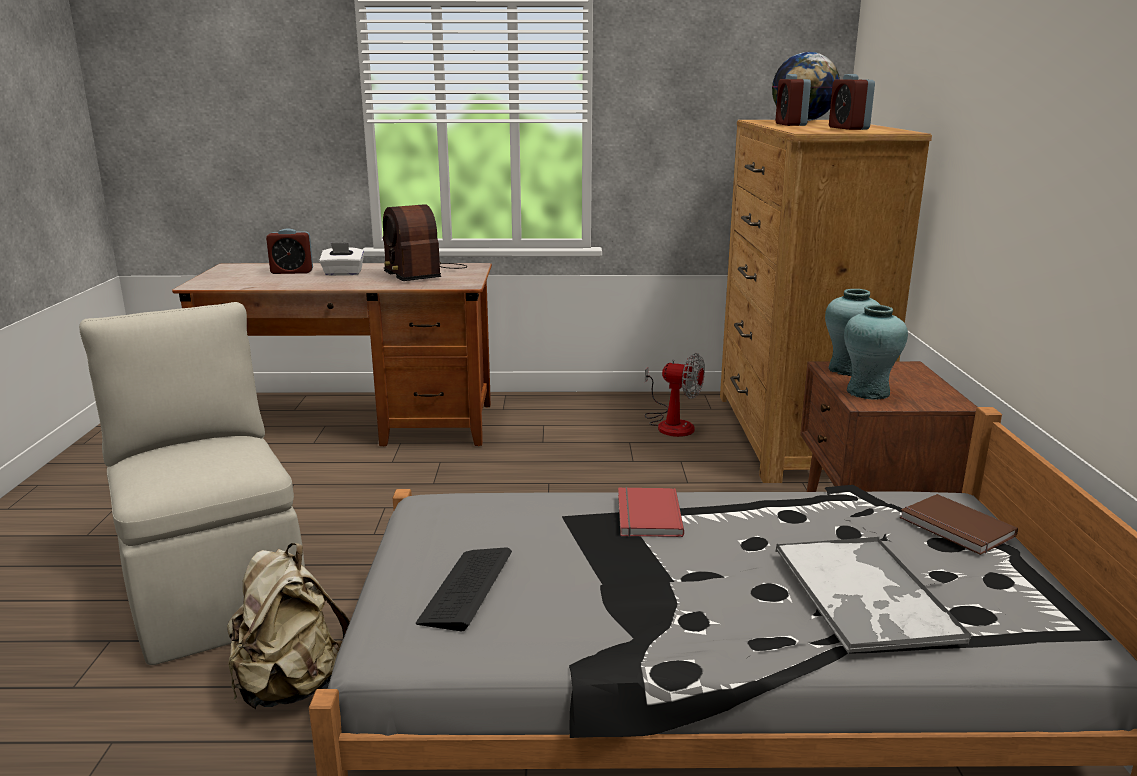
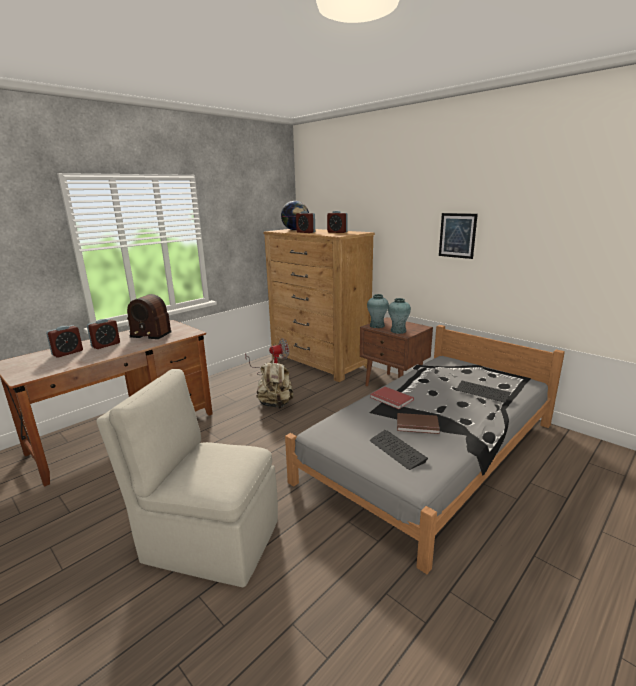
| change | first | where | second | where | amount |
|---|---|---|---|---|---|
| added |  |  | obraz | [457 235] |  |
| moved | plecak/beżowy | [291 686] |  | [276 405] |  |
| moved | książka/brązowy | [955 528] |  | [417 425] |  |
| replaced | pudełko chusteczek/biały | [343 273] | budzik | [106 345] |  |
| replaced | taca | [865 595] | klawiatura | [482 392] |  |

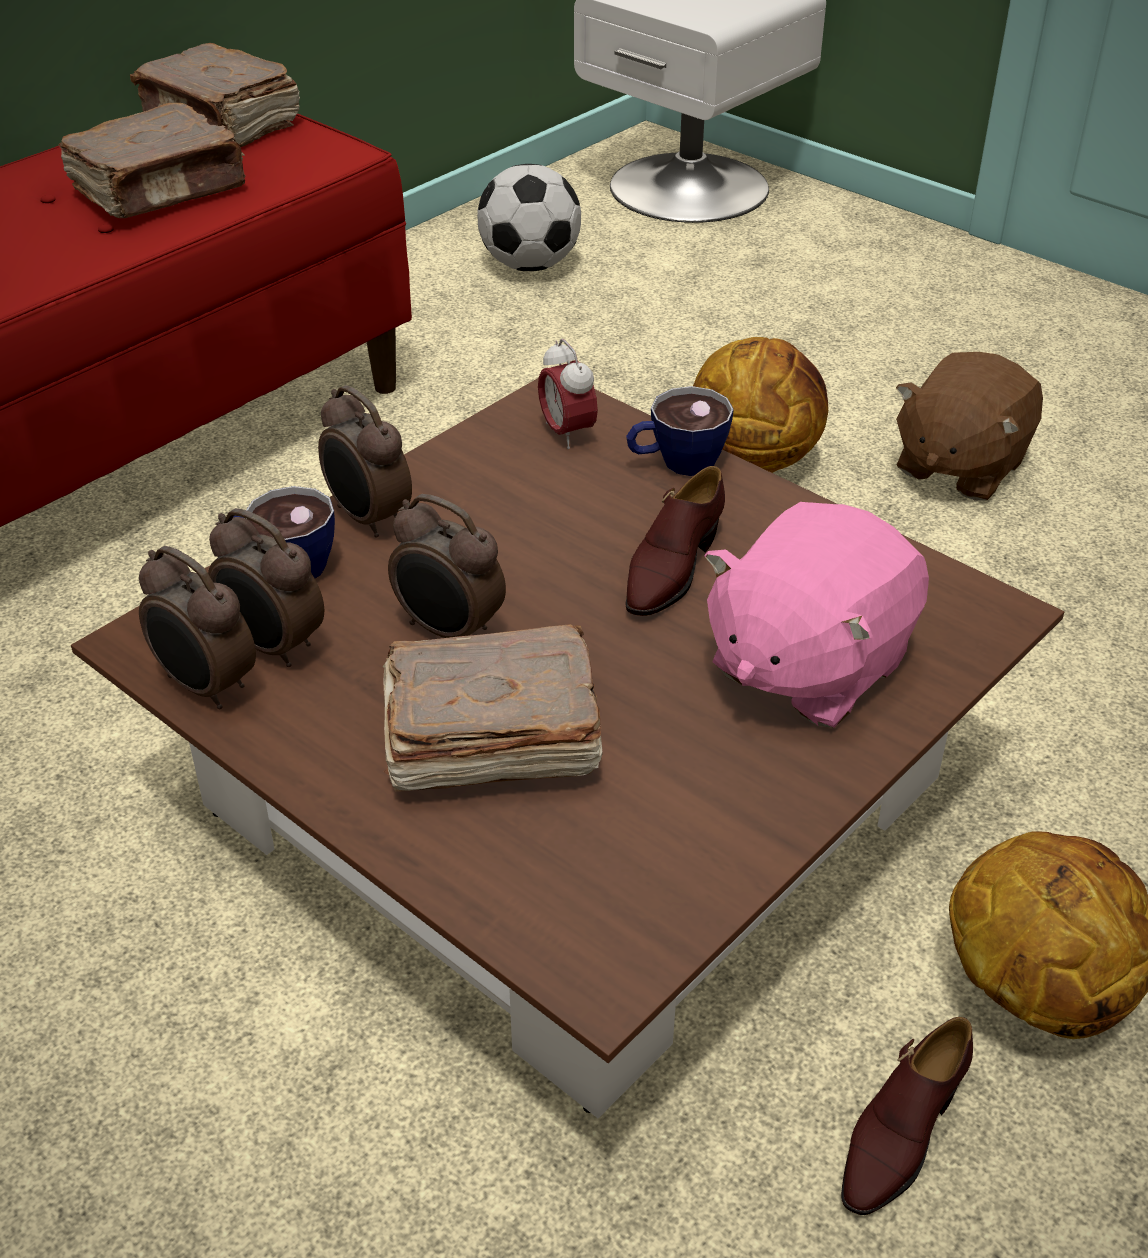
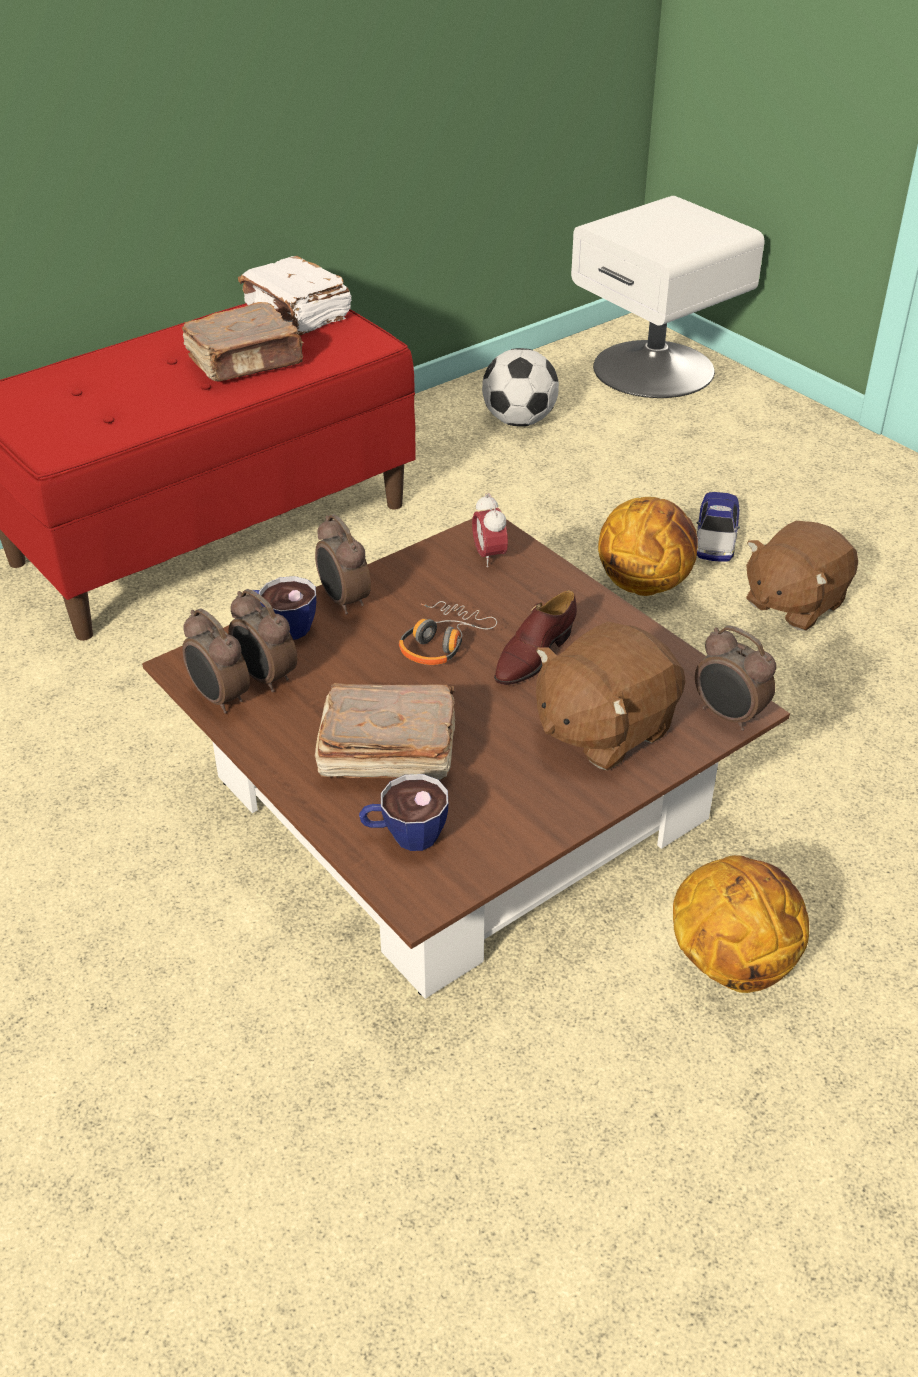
| change | first | where | second | where | amount |
|---|---|---|---|---|---|
| removed | but/brązowy | [899 1134] |  |  |  |
| added |  |  | słuchawki | [441 642] |  |
| added |  |  | samochodzik | [716 536] |  |
| moved | budzik | [448 631] |  | [728 716] |  |
| moved | filiżanka | [676 463] |  | [404 835] |  |
| recoloured | książka/brązowy | [222 123] | książka/biały | [297 313] |  |
| recoloured | pluszak/różowy | [806 665] | pluszak/brązowy | [603 729] |  |

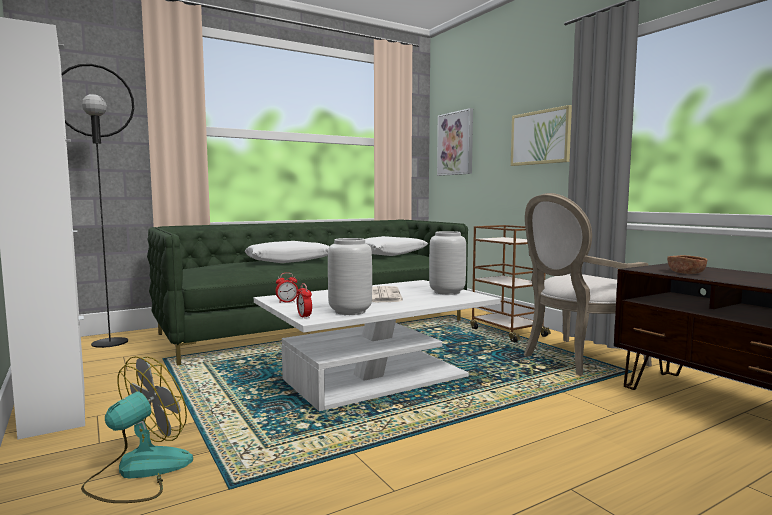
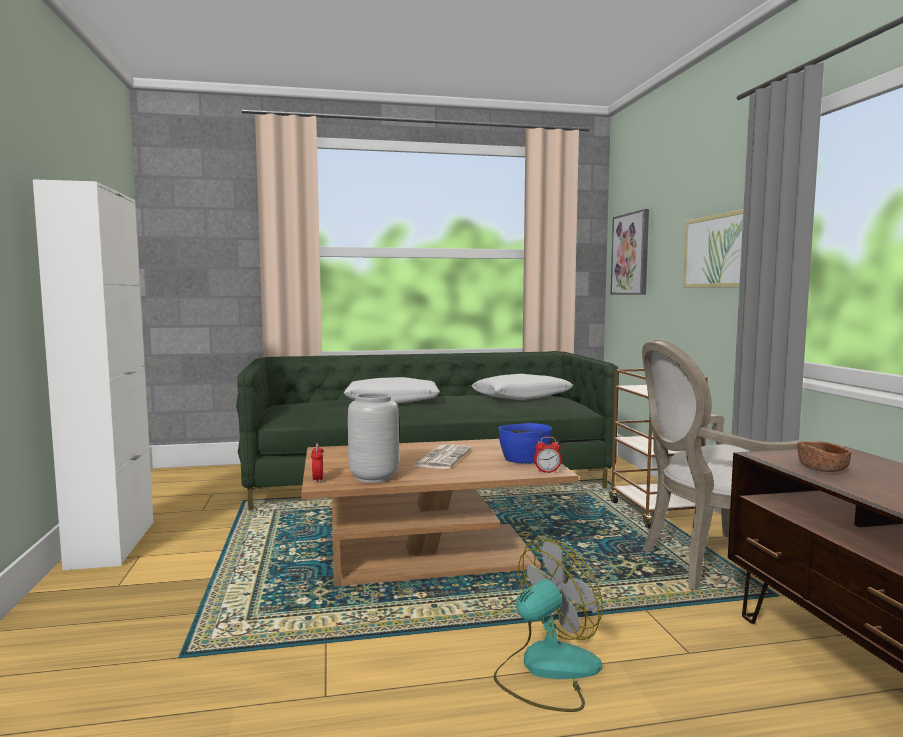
| change | first | where | second | where | amount |
|---|---|---|---|---|---|
| removed | lampa stojąca/czarny | [110 342] |  |  |  |
| moved | wentylator | [139 472] |  | [546 670] |  |
| moved | budzik | [287 302] |  | [547 472] |  |
| replaced | wazon/szary | [446 292] | miska/niebieski | [524 459] |  |
| recoloured | ława/biały | [376 378] | ława/brązowy | [431 555] |  |

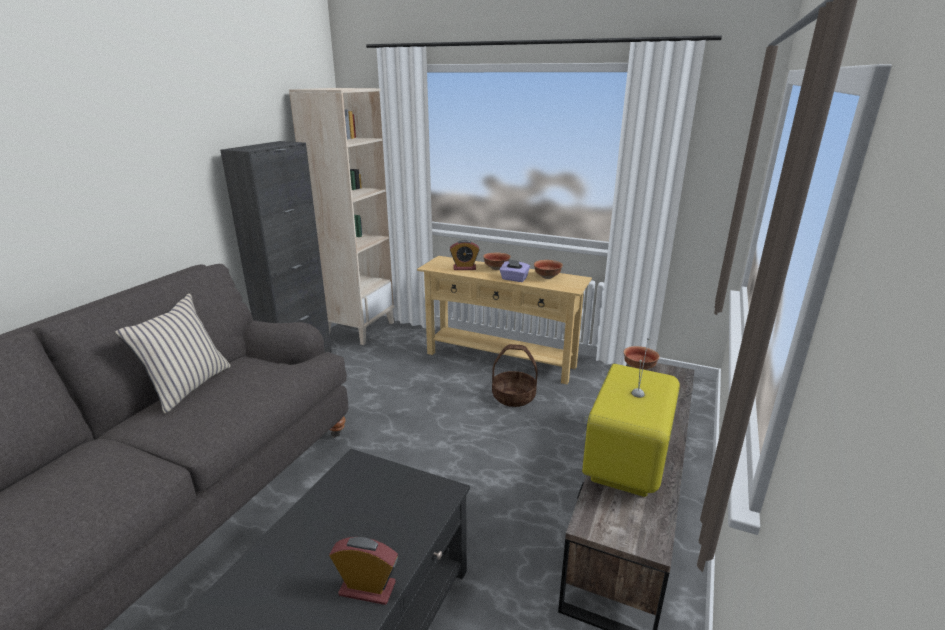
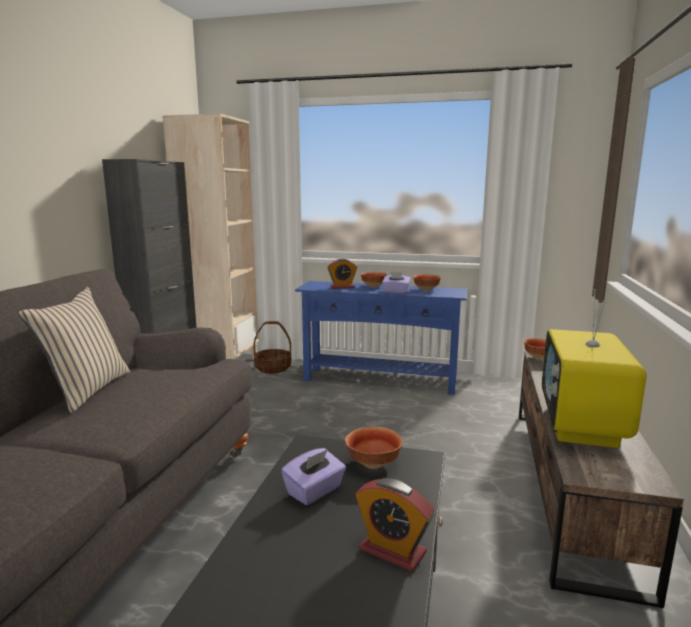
| change | first | where | second | where | amount |
|---|---|---|---|---|---|
| added |  |  | pudełko chusteczek/fioletowy | [314 491] |  |
| added |  |  | miska | [372 464] |  |
| moved | koszyk | [514 396] |  | [273 368] |  |
| recoloured | stolik konsolowy/beżowy | [500 359] | stolik konsolowy/niebieski | [380 380] |  |
| turned | budzik | [367 589] |  | [392 551] | 150 degrees counterclockwise |

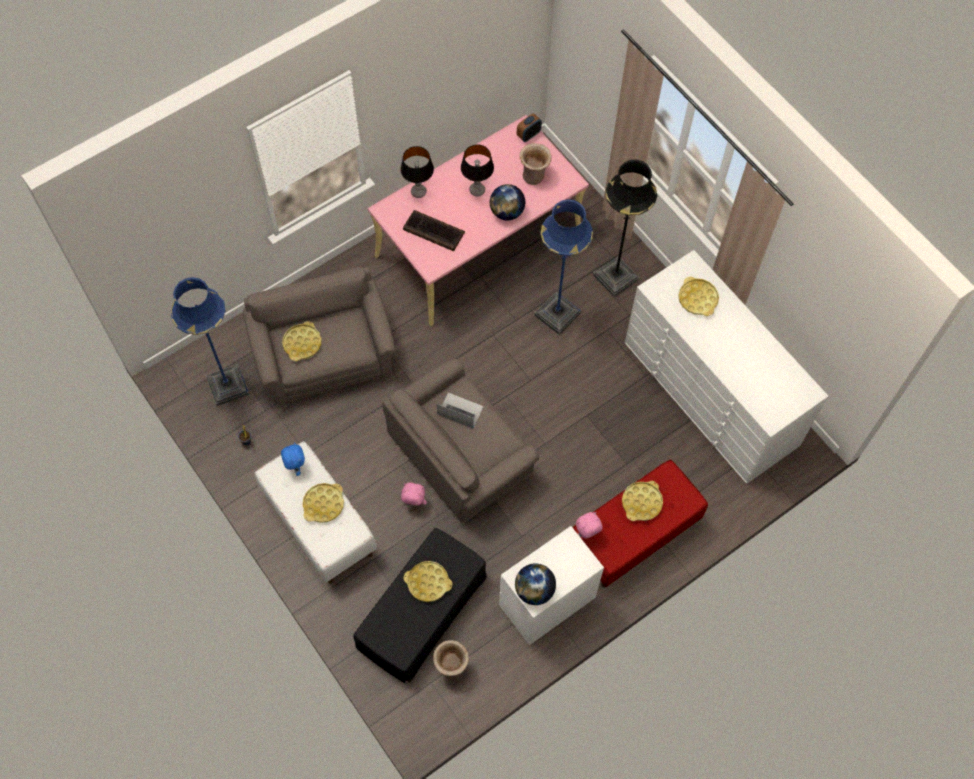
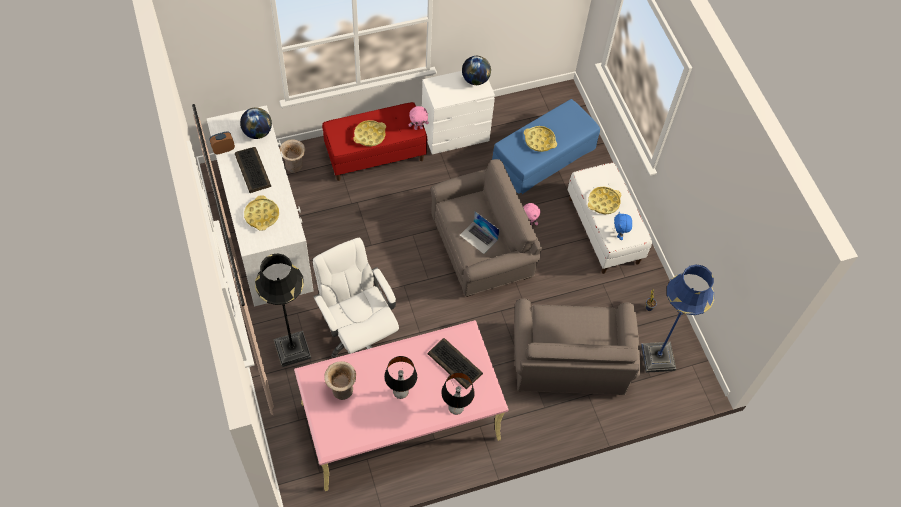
| change | first | where | second | where | amount |
|---|---|---|---|---|---|
| removed | taca/żółty | [302 343] |  |  |  |
| added |  |  | klawiatura | [252 170] |  |
| moved | wazon/beżowy | [451 667] |  | [294 165] |  |
| moved | globus | [507 212] |  | [257 132] |  |
| moved | budzik | [528 135] |  | [223 149] |  |
| replaced | lampa stojąca/niebieski | [557 314] | krzesło biurowe/biały | [358 332] |  |
| recoloured | pufa/czarny | [422 610] | pufa/niebieski | [543 155] |  |

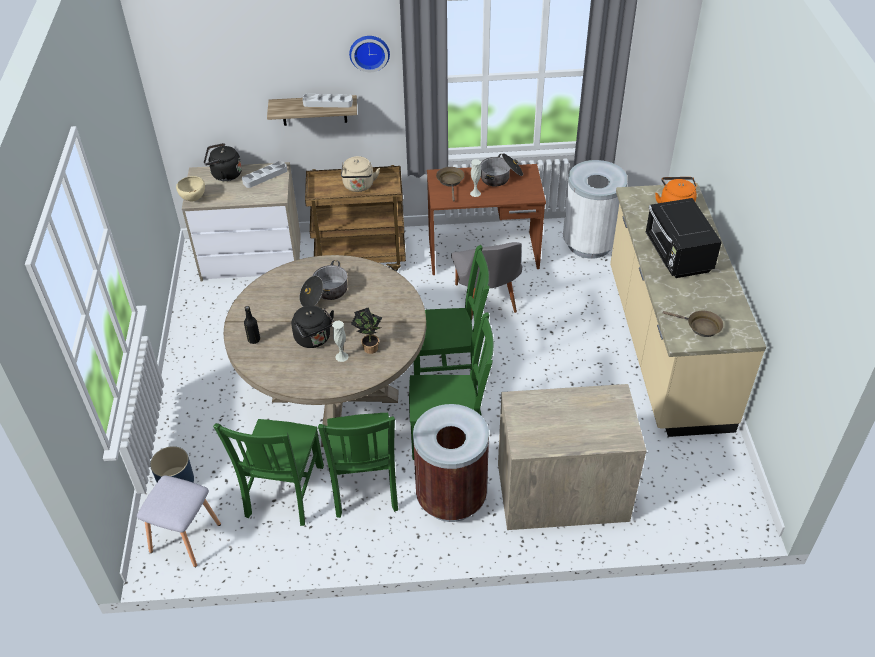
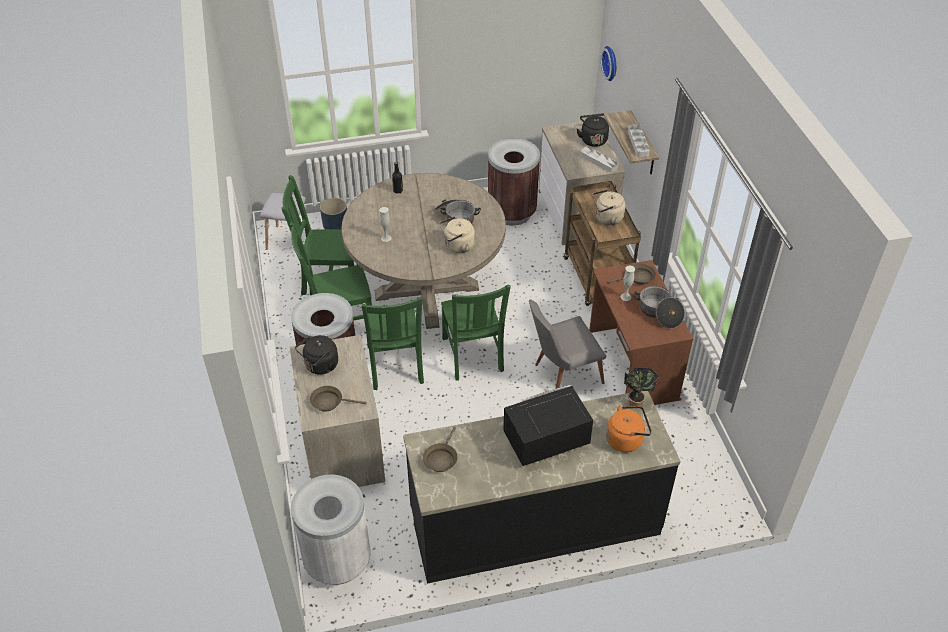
| change | first | where | second | where | amount |
|---|---|---|---|---|---|
| removed | miska/beżowy | [193 199] |  |  |  |
| added |  |  | patelnia/brązowy | [330 402] |  |
| added |  |  | czajnik/beżowy | [457 246] |  |
| added |  |  | kosz na śmieci/brązowy | [512 213] |  |
| moved | czajnik/czarny | [314 339] |  | [320 366] |  |
| moved | zegar ścienny | [369 52] |  | [611 63] |  |
| moved | roślina doniczkowa | [369 347] |  | [636 401] |  |
| moved | kosz na śmieci/biały | [589 244] |  | [337 560] |  |
| recoloured | zabudowa kuchenna/beżowy | [665 347] | zabudowa kuchenna/czarny | [534 522] |  |

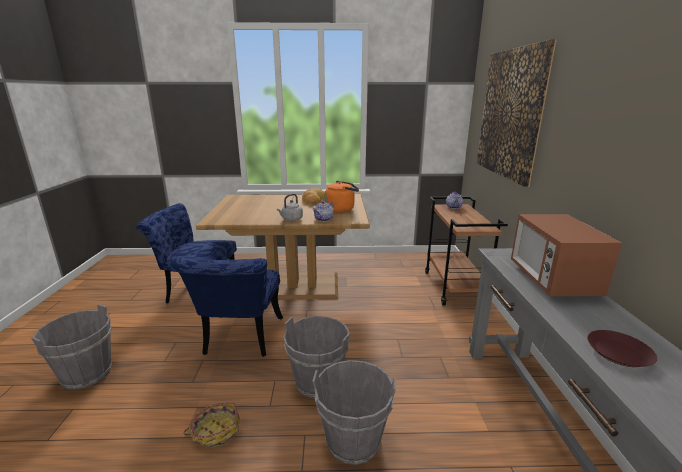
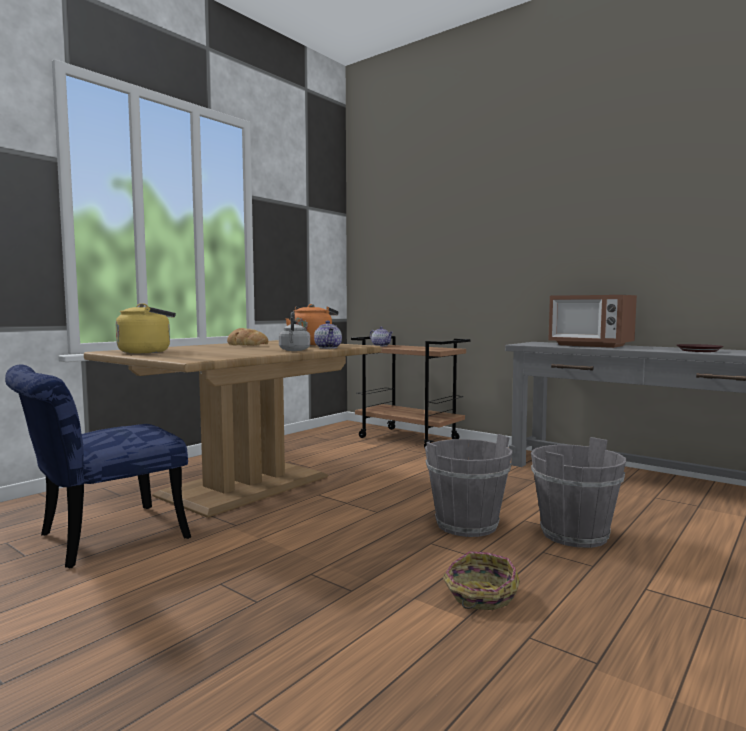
| change | first | where | second | where | amount |
|---|---|---|---|---|---|
| removed | wiadro/szary | [87 374] |  |  |  |
| removed | krzesło/niebieski | [240 340] |  |  |  |
| removed | obraz | [510 114] |  |  |  |
| added |  |  | czajnik/żółty | [148 352] |  |

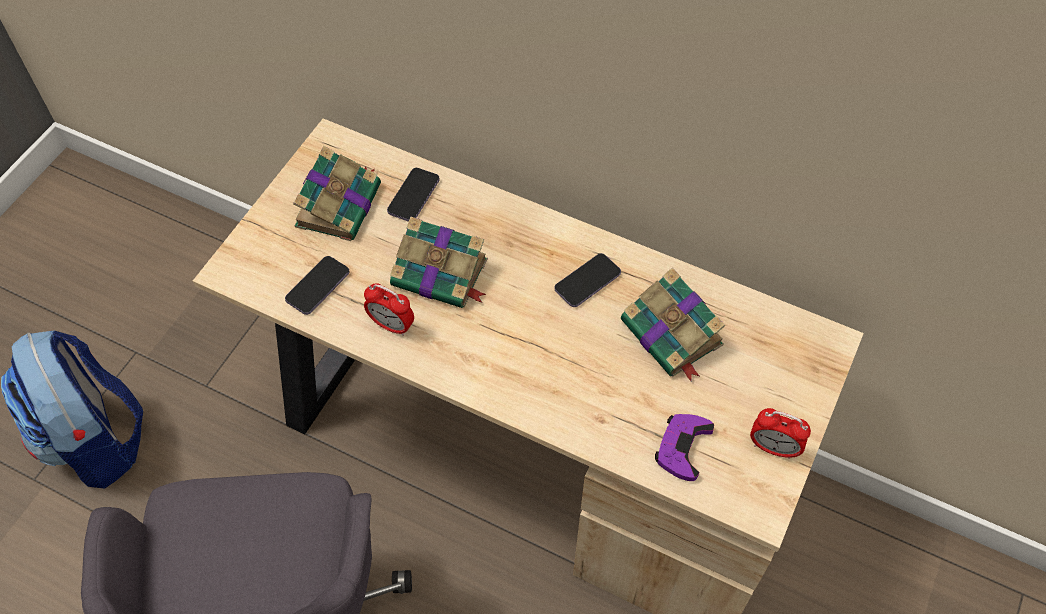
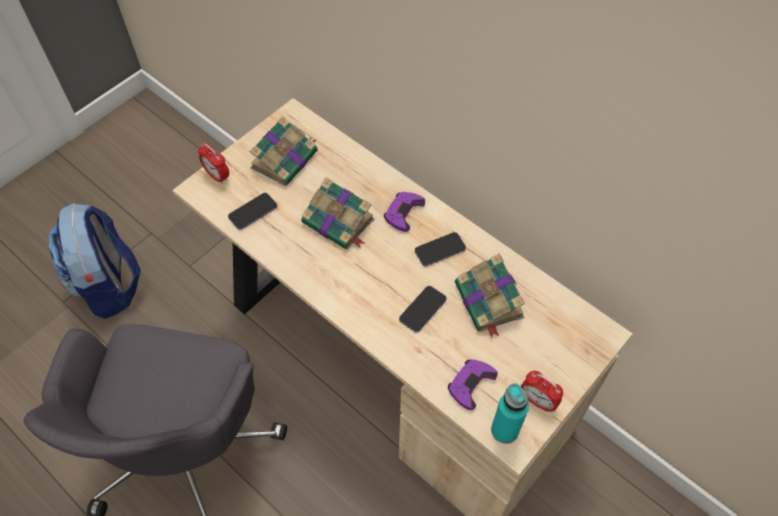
| change | first | where | second | where | amount |
|---|---|---|---|---|---|
| added |  |  | pad do gier/fioletowy | [403 212] |  |
| added |  |  | butelka/turkusowy | [504 430] |  |
| moved | budzik | [392 325] |  | [217 176] |  |
| moved | telefon | [413 196] |  | [422 310] |  |

